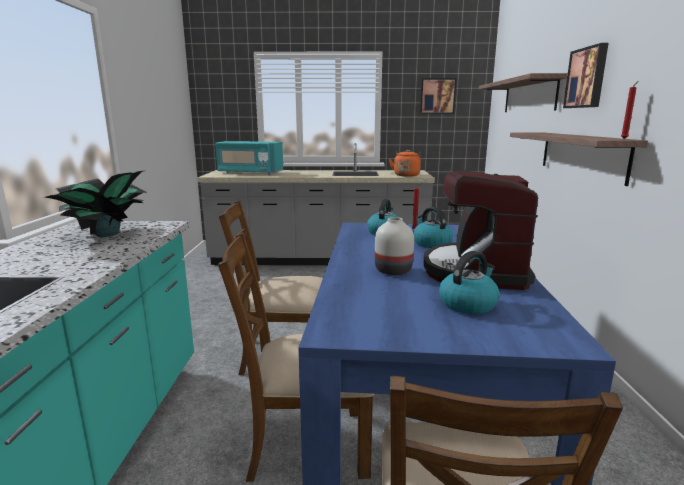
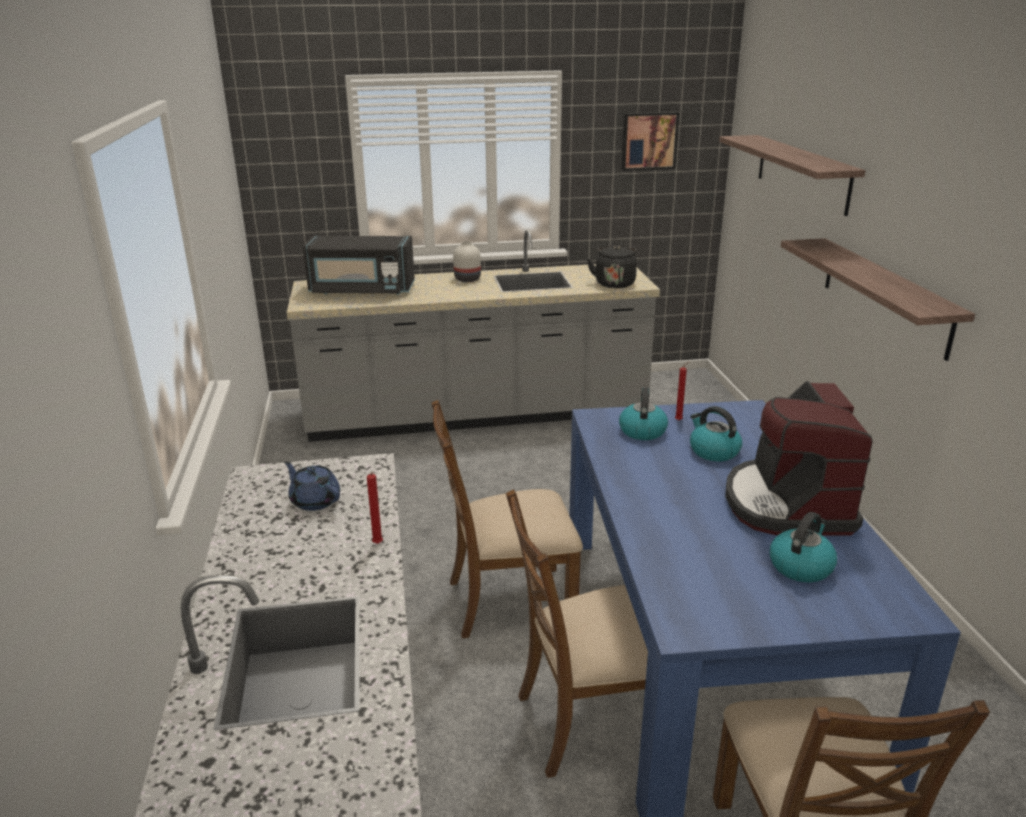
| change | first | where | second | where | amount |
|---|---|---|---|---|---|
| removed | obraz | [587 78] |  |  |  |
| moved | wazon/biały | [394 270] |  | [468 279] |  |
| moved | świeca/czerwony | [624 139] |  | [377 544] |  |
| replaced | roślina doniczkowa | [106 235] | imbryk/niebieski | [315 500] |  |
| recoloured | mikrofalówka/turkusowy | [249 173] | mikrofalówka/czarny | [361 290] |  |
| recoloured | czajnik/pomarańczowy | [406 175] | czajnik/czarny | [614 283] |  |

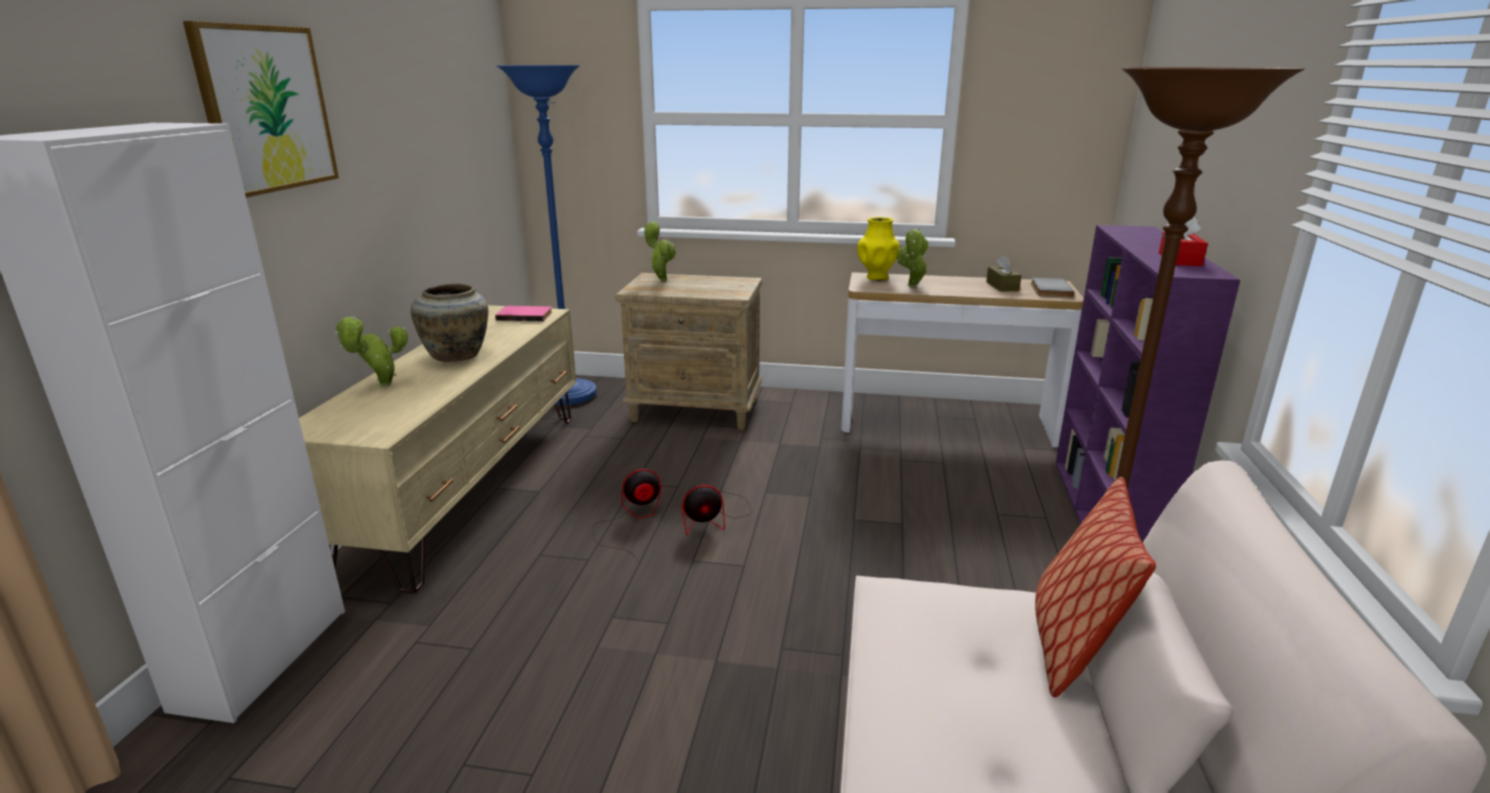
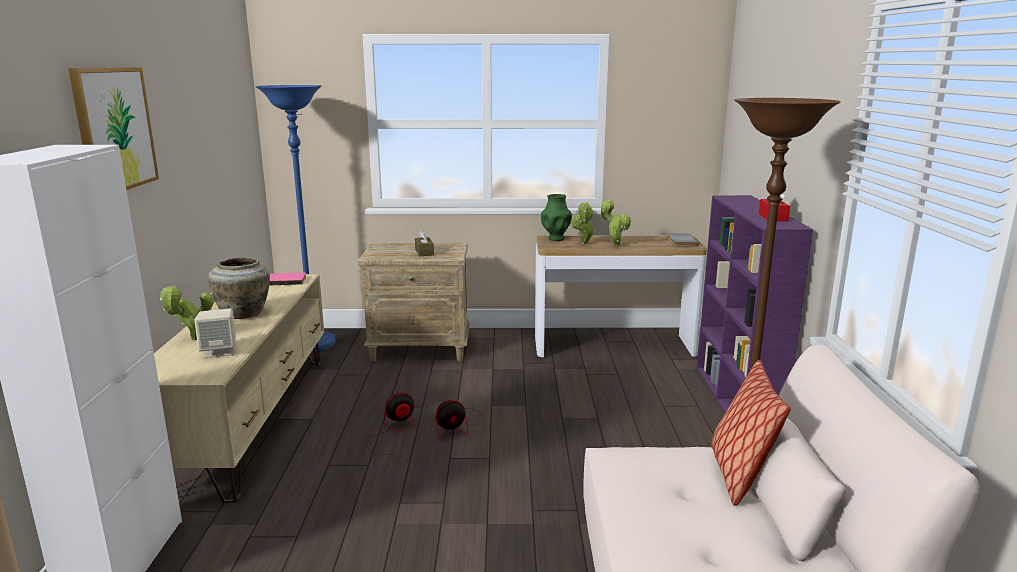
| change | first | where | second | where | amount |
|---|---|---|---|---|---|
| added |  |  | głośnik/beżowy | [219 351] |  |
| moved | roślina doniczkowa | [661 279] |  | [615 245] |  |
| moved | pudełko chusteczek/brązowy | [1002 286] |  | [424 252] |  |
| recoloured | wazon/żółty | [877 277] | wazon/zielony | [556 238] |  |

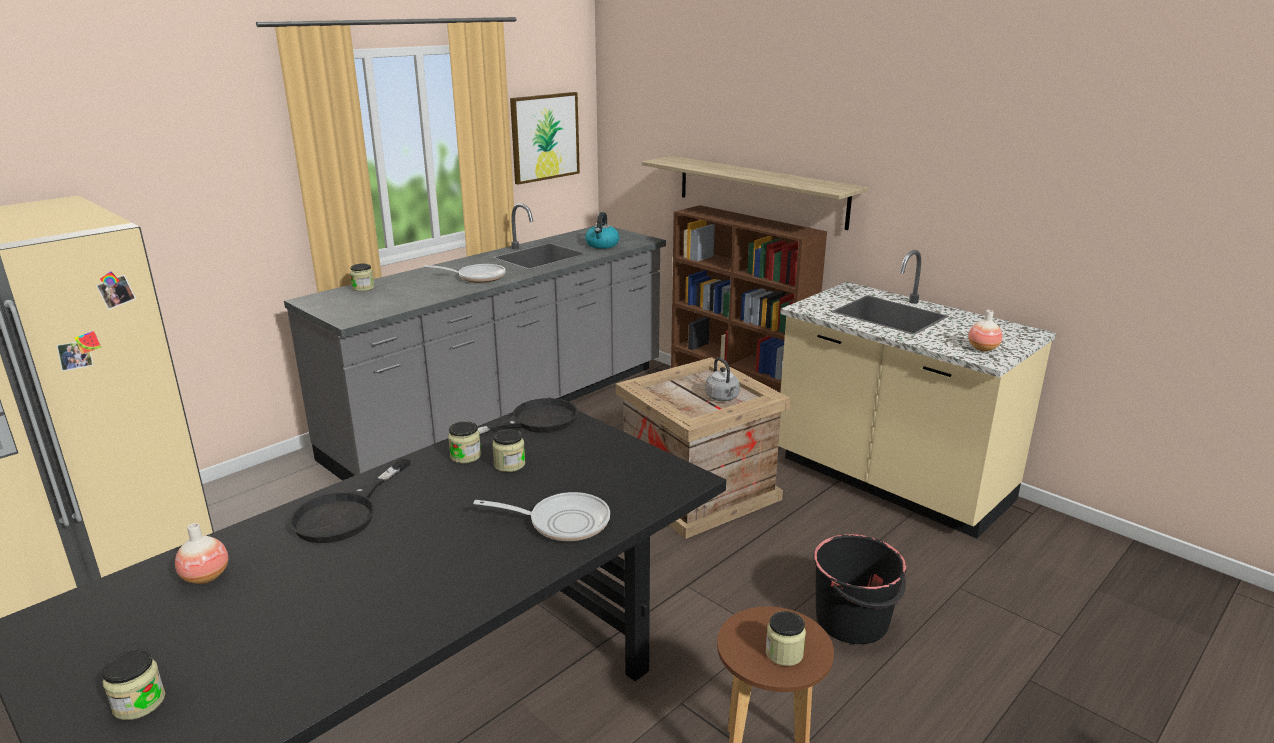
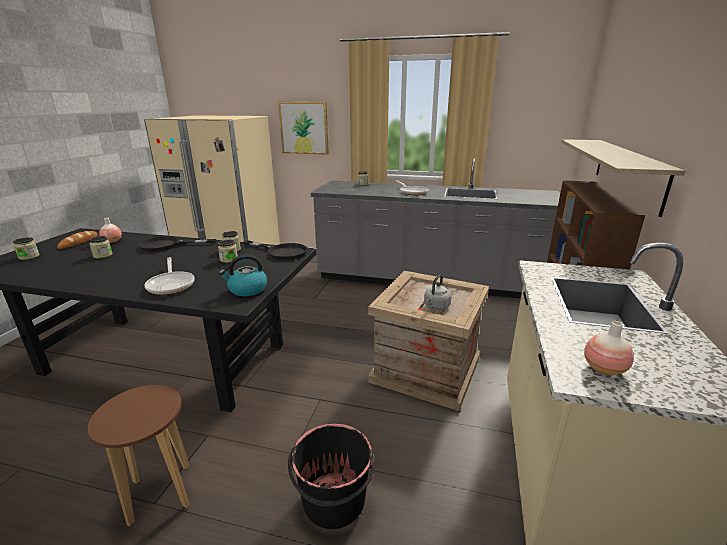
| change | first | where | second | where | amount |
|---|---|---|---|---|---|
| added |  |  | chleb | [79 242] |  |
| moved | obraz | [544 137] |  | [304 128] |  |
| moved | czajnik | [602 245] |  | [247 289] |  |
| moved | słoik | [784 653] |  | [103 255] |  |

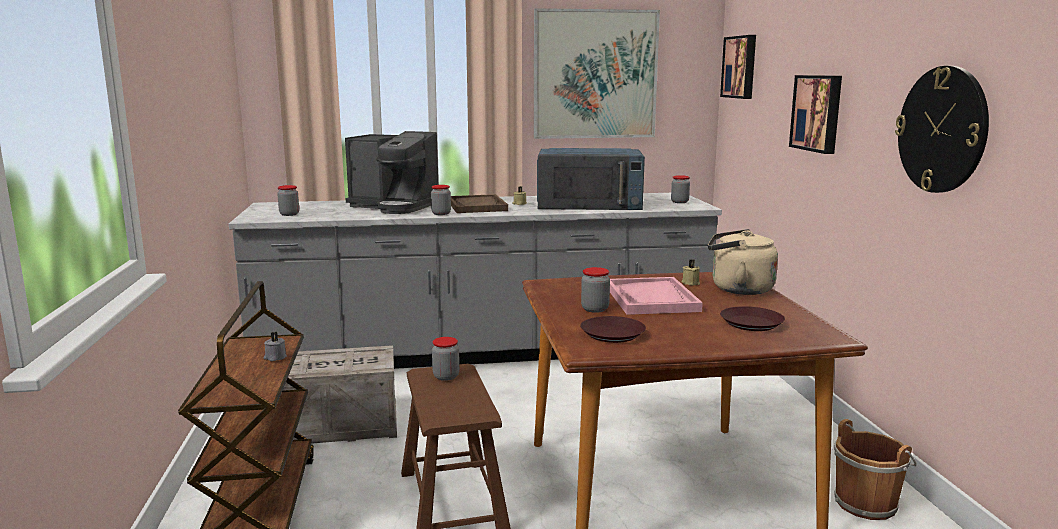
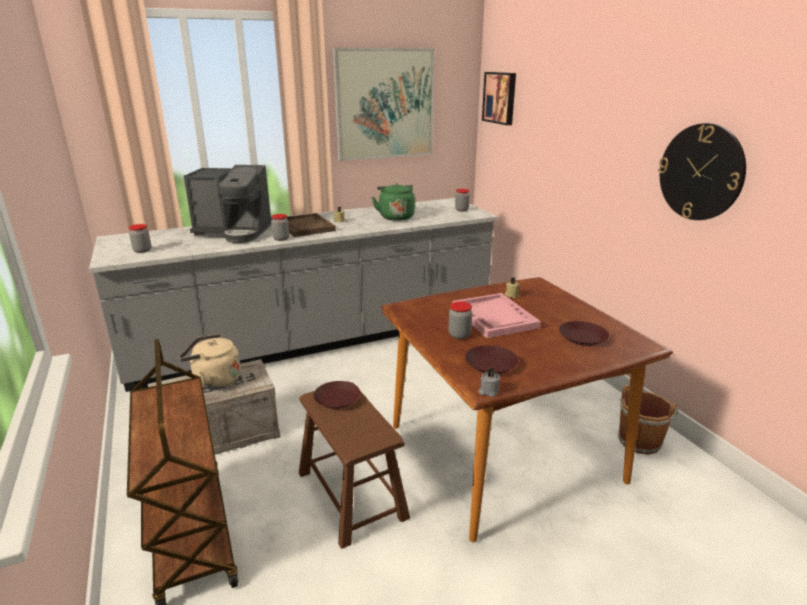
| change | first | where | second | where | amount |
|---|---|---|---|---|---|
| removed | obraz | [818 113] |  |  |  |
| moved | świeca/szary | [275 357] |  | [488 391] |  |
| moved | czajnik/beżowy | [738 289] |  | [214 380] |  |
| replaced | słoik | [446 376] | talerz/brązowy | [336 399] |  |
| replaced | mikrofalówka/niebieski | [590 204] | czajnik/zielony | [395 217] |  |

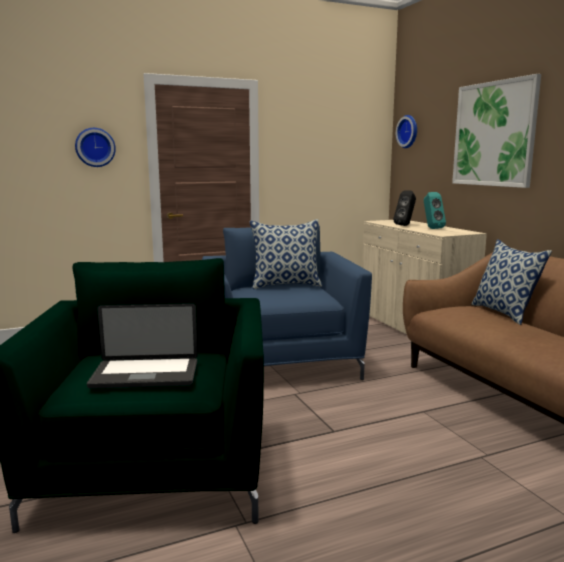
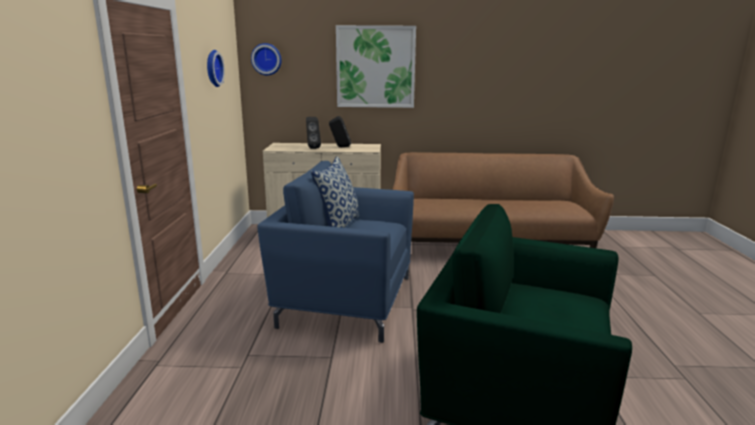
| change | first | where | second | where | amount |
|---|---|---|---|---|---|
| removed | laptop | [145 375] |  |  |  |
| removed | poduszka | [504 313] |  |  |  |
| moved | zegar ścienny | [95 147] |  | [212 68] |  |
| recoloured | głośnik/turkusowy | [431 228] | głośnik/czarny | [340 147] |  |

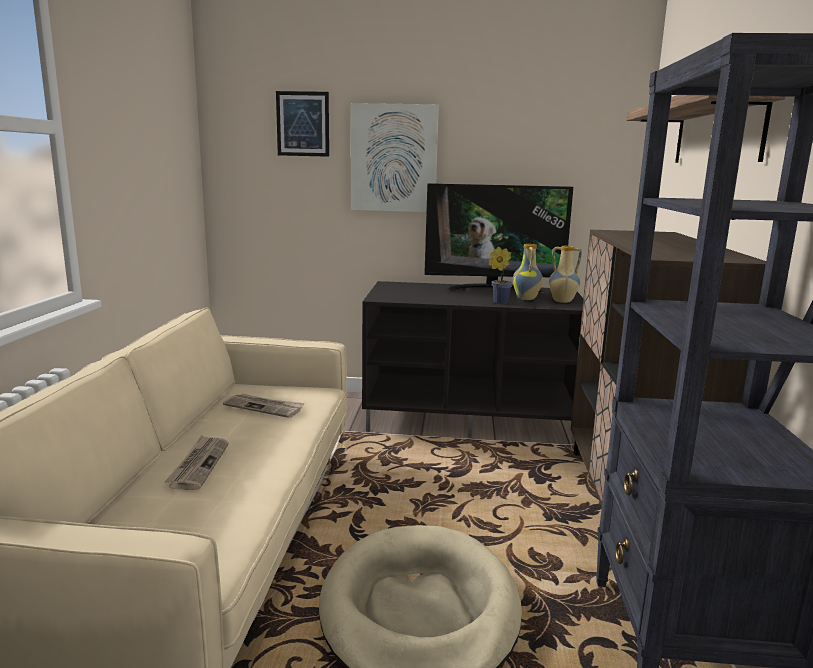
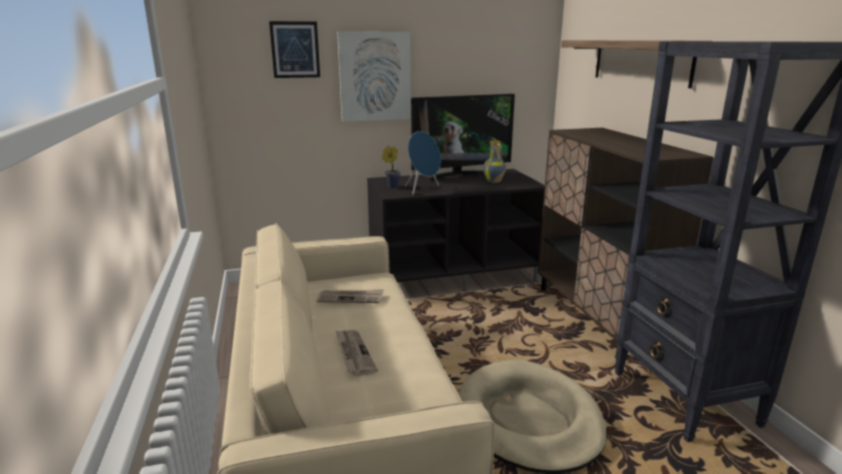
| change | first | where | second | where | amount |
|---|---|---|---|---|---|
| removed | wazon | [562 301] |  |  |  |
| added |  |  | głośnik/niebieski | [422 189] |  |
| moved | roślina doniczkowa | [498 302] |  | [391 187] |  |

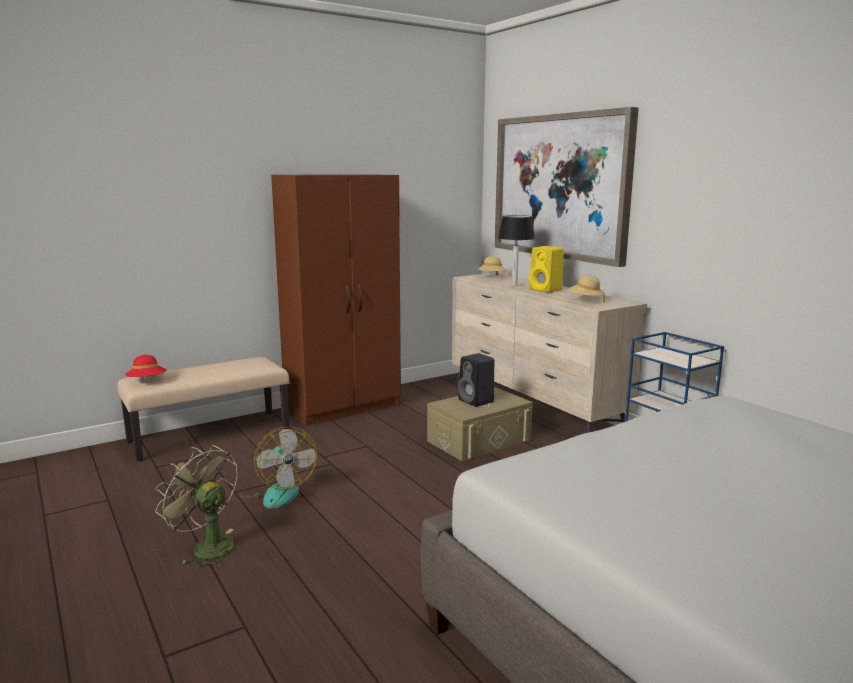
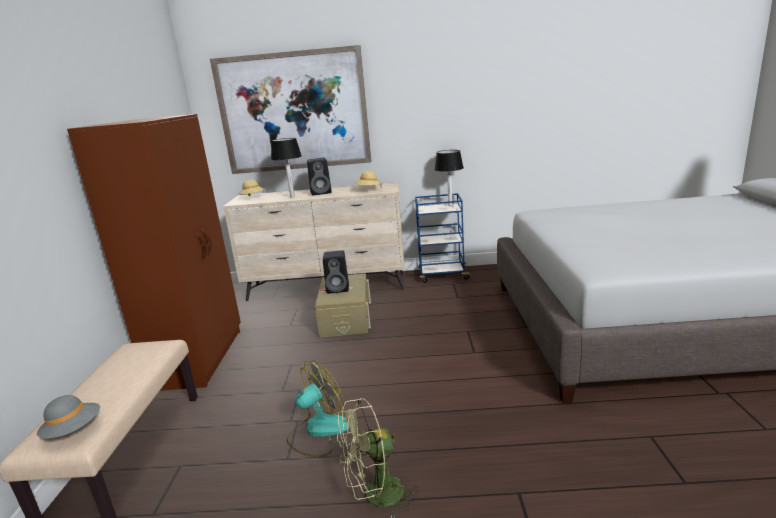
| change | first | where | second | where | amount |
|---|---|---|---|---|---|
| added |  |  | lampa stołowa | [450 205] |  |
| recoloured | kapelusz/czerwony | [147 381] | kapelusz/szary | [73 431] |  |
| recoloured | głośnik/żółty | [546 290] | głośnik/czarny | [321 192] |  |
| turned | wentylator | [277 492] |  | [318 431] | 45 degrees counterclockwise |

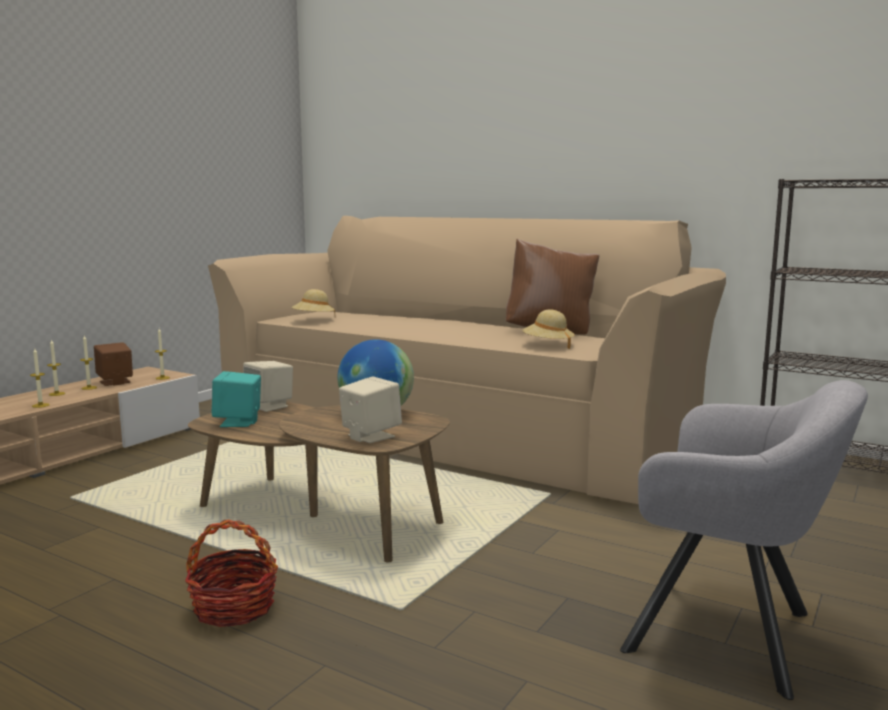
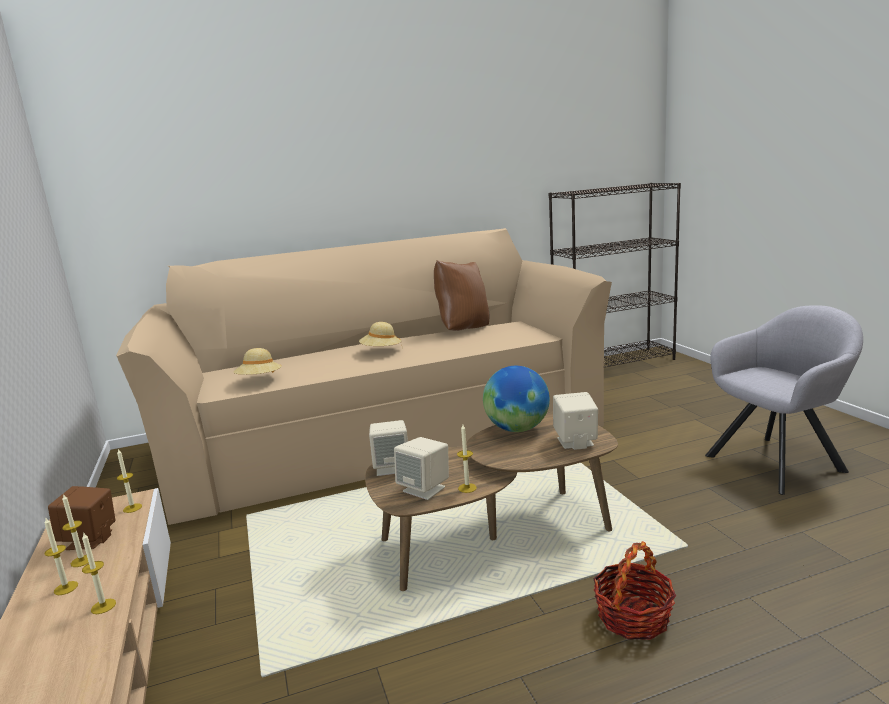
| change | first | where | second | where | amount |
|---|---|---|---|---|---|
| added |  |  | świeca | [467 488] |  |
| moved | kapelusz/beżowy | [547 345] |  | [381 351] |  |
| recoloured | głośnik/turkusowy | [238 422] | głośnik/beżowy | [424 489] |  |

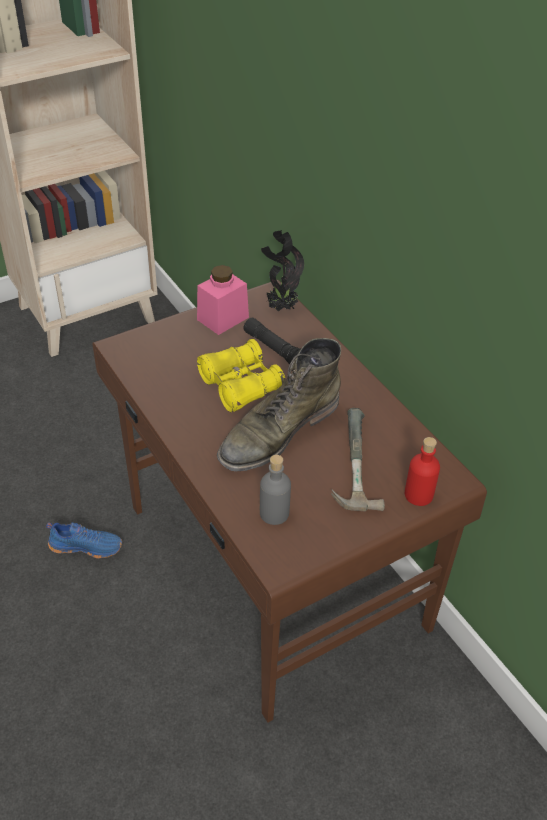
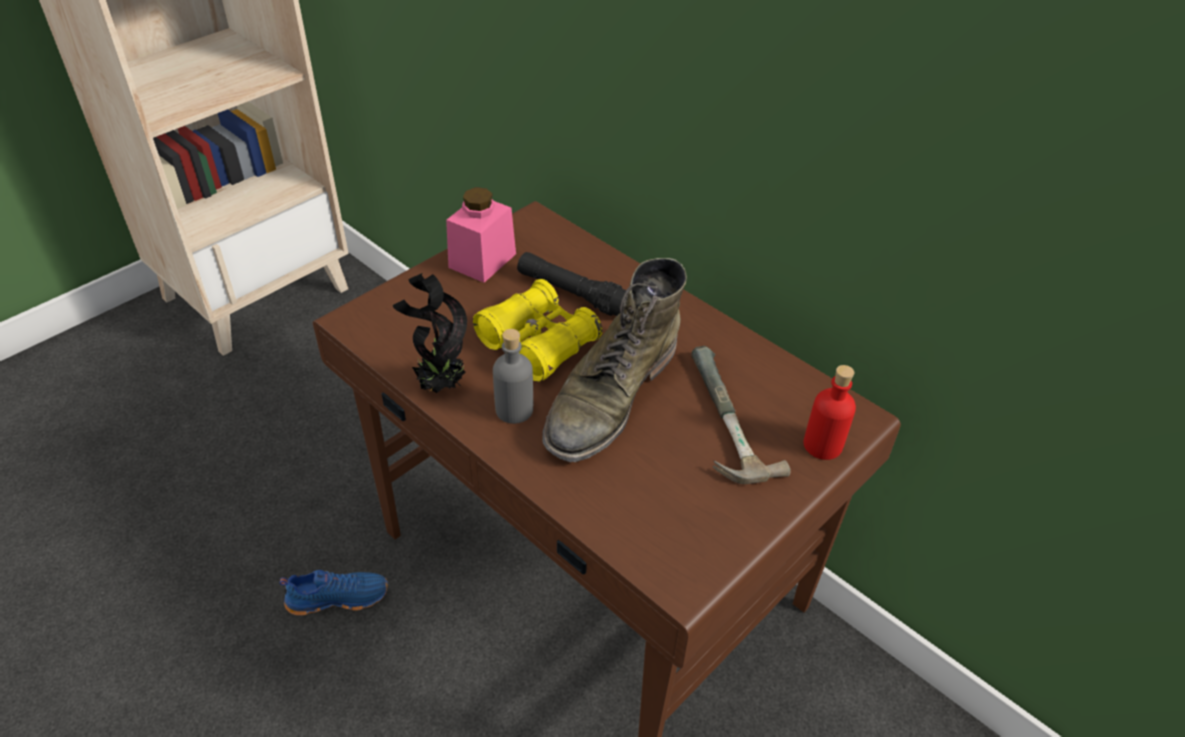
| change | first | where | second | where | amount |
|---|---|---|---|---|---|
| moved | butelka/szary | [274 513] |  | [514 410] |  |
| moved | roślina doniczkowa | [280 308] |  | [439 387] |  |

